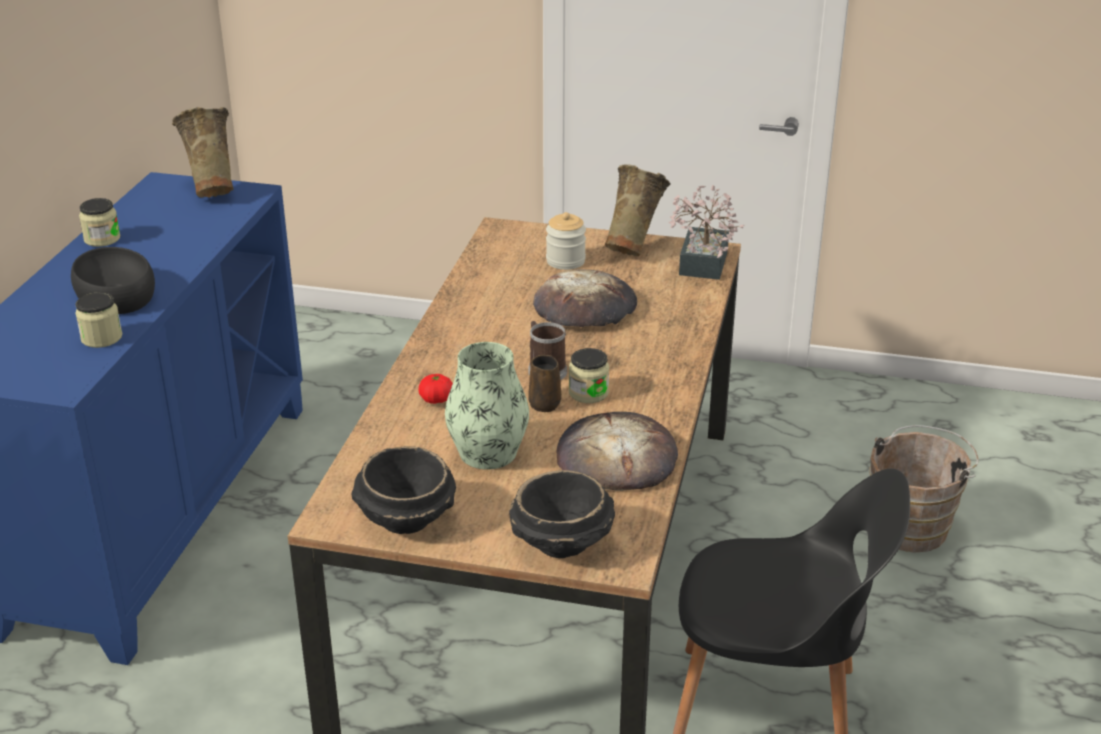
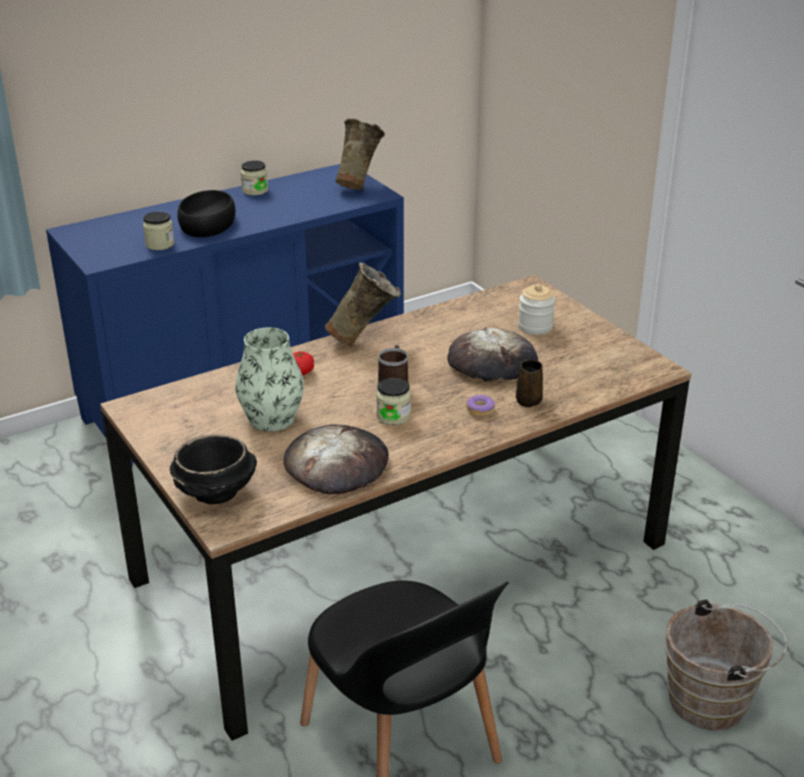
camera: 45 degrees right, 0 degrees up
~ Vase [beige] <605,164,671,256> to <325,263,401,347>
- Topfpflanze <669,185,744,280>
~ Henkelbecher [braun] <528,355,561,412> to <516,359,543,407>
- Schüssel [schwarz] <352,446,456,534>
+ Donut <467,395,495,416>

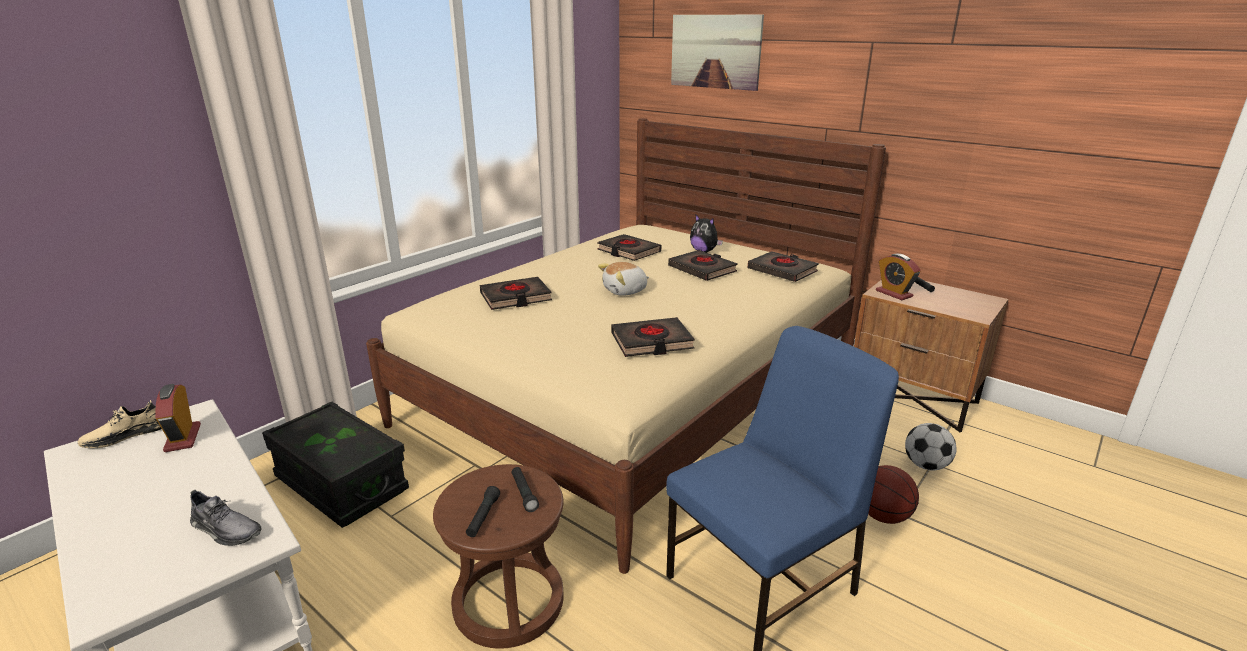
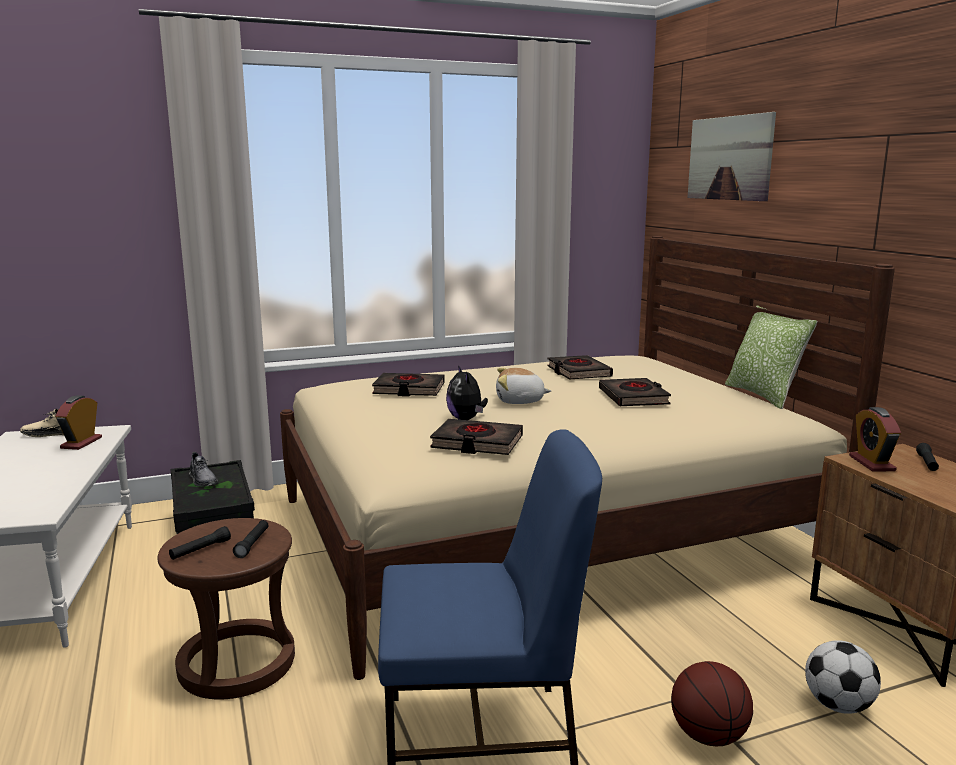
camera: 30 degrees right, 10 degrees down
~ Plüschtier <690,214,723,253> to <446,365,488,420>
- Buch [schwarz] <748,251,819,282>
~ Schuh [grau] <190,490,261,546> to <189,452,218,487>
+ Kissen <725,306,818,409>

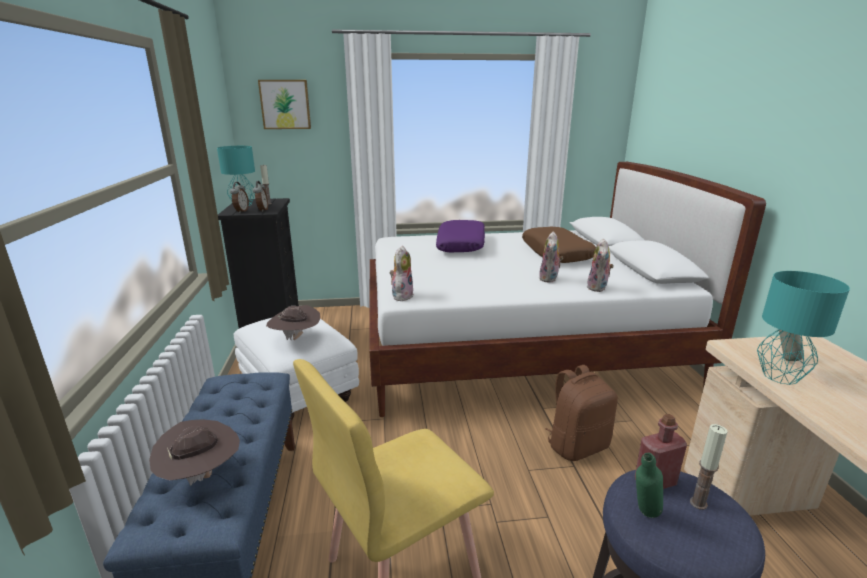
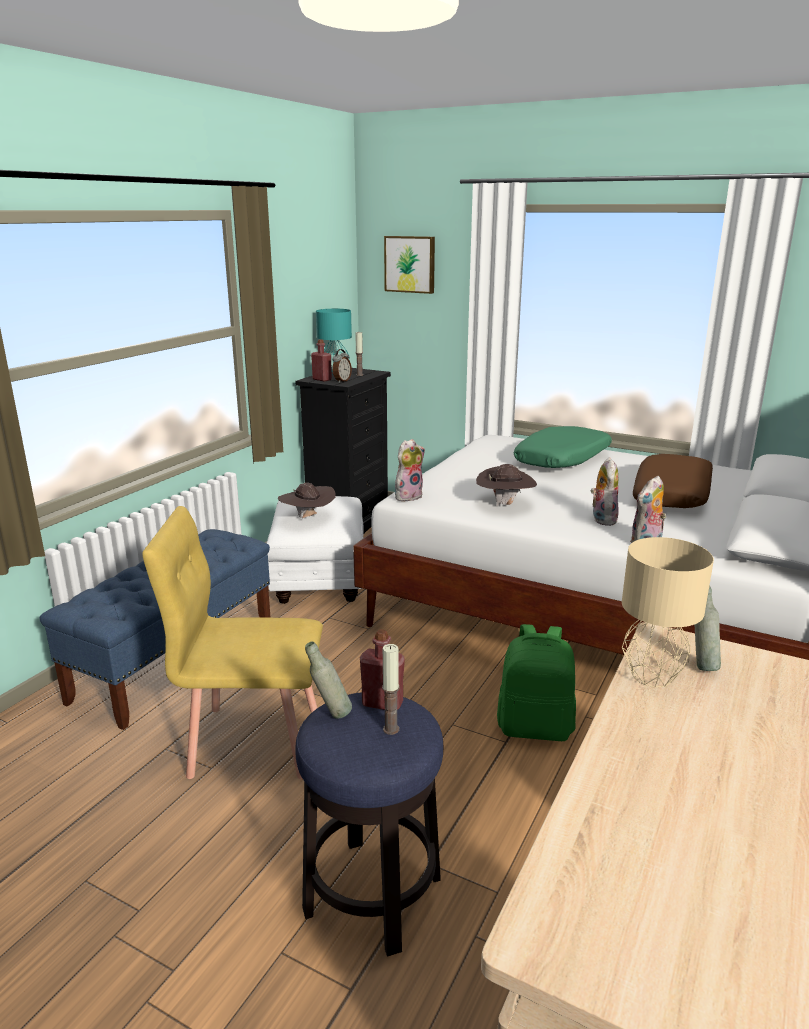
camera: 35 degrees right, 0 degrees up
~ Wecker <230,182,249,213> to Flasche [rot] <311,339,332,382>
~ Kissen [lila] <436,220,485,252> to Kissen [grün] <514,426,612,468>
~ Plüschtier <539,232,563,283> = <591,457,619,526> 135 degrees clockwise
~ Tischlampe [türkis] <757,271,850,385> to Tischlampe [beige] <622,537,714,687>
~ Rucksack [braun] <545,365,618,461> to Rucksack [grün] <497,624,576,741>
~ Hut [braun] <149,419,240,486> to <476,464,537,507>
~ Flasche [grün] <636,453,663,518> to Flasche [grau] <305,641,352,719>

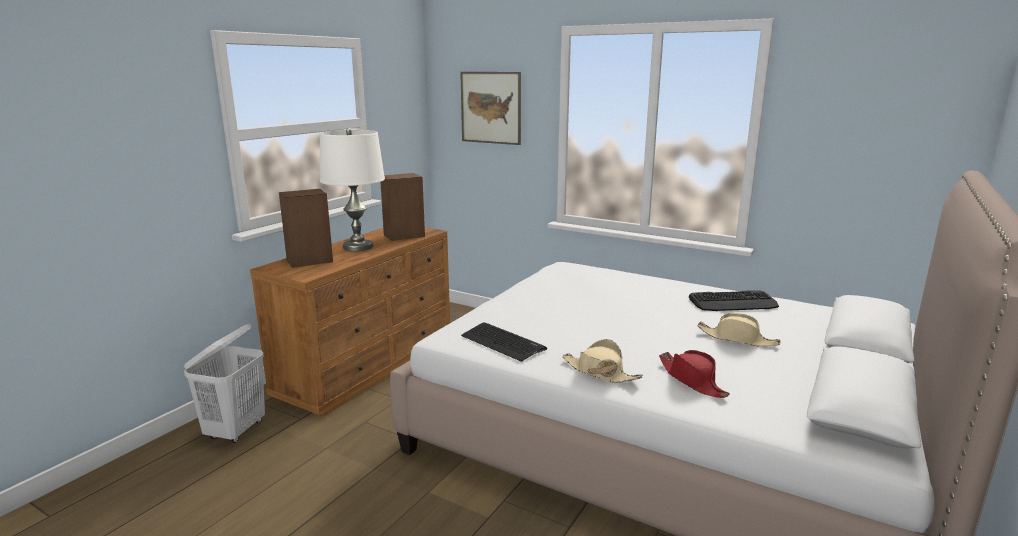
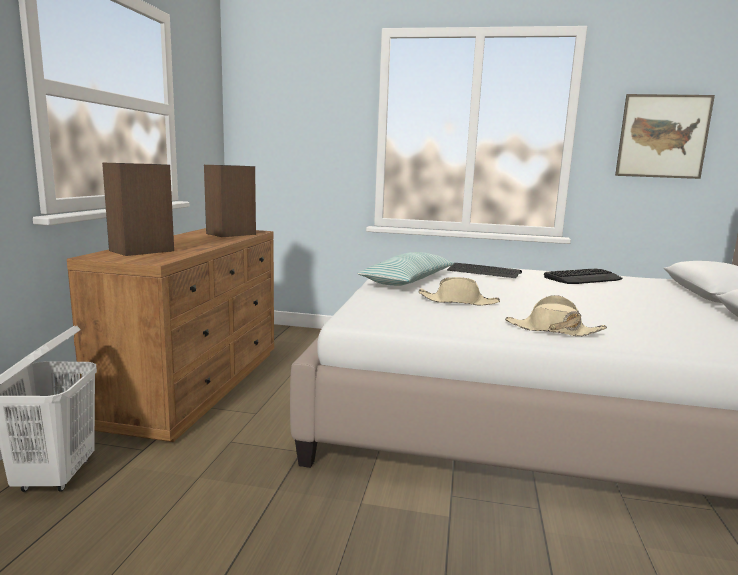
camera: 20 degrees left, 5 degrees down
~ Bild <460,72,521,145> to <615,94,715,179>
- Tischlampe [weiß] <320,128,385,251>
~ Hut [beige] <698,313,780,347> to <418,277,500,306>
~ Tastatur <461,322,547,362> to <447,263,522,278>
- Hut [rot] <659,350,730,398>
+ Kissen <357,252,454,286>

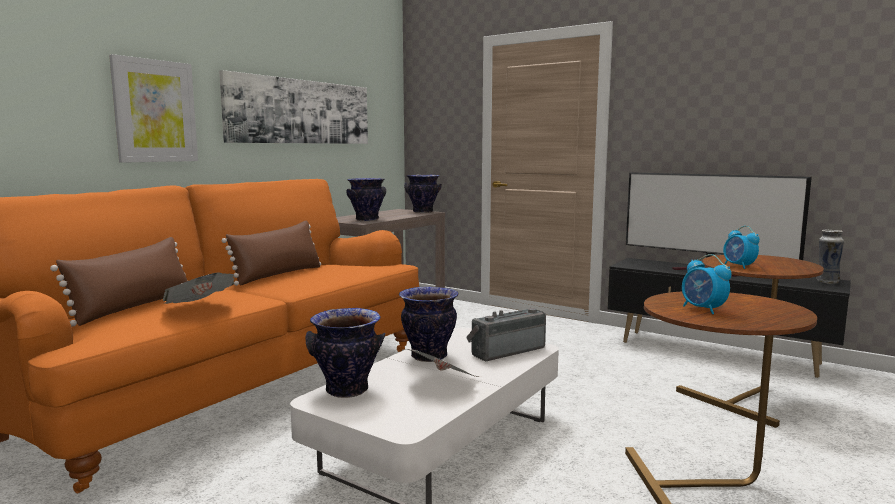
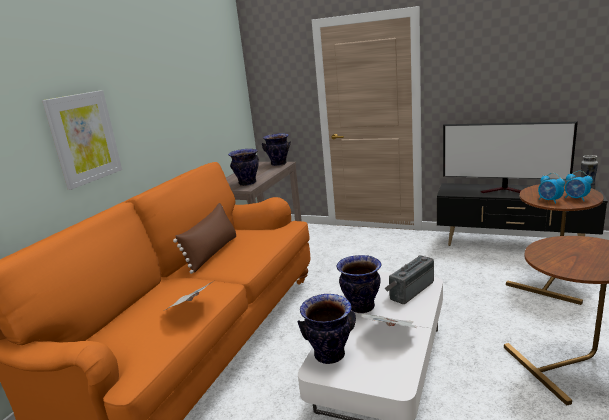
camera: 10 degrees left, 10 degrees up
- Bild <219,70,368,144>
- Kissen [braun] <50,237,187,327>
~ Wecker <682,254,732,314> to <565,171,593,201>

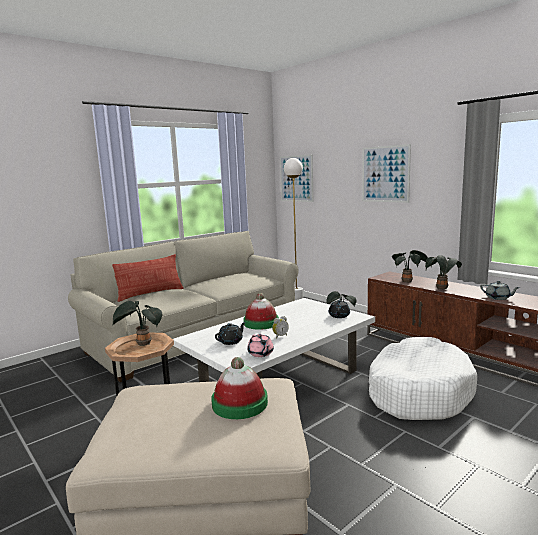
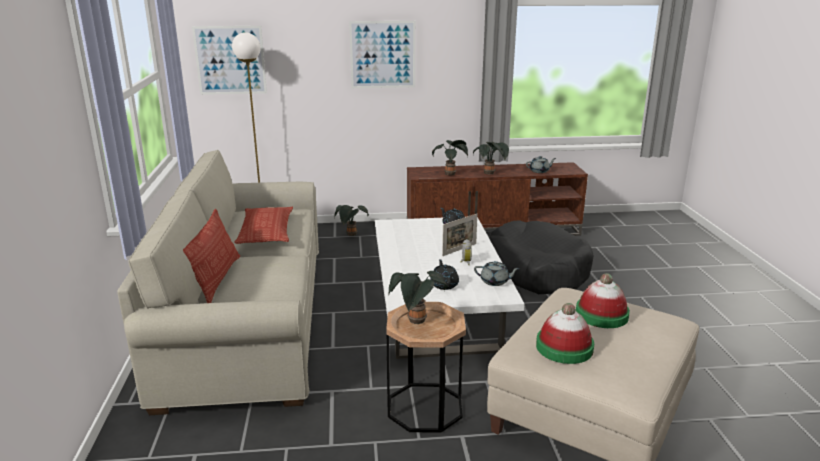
camera: 55 degrees left, 10 degrees up
~ Hut <243,293,279,330> to <536,303,594,364>
~ Teekanne [rosa] <247,334,274,357> to Teekanne [grau] <474,261,520,286>
~ Hundebett [weiß] <369,337,477,420> to Hundebett [schwarz] <489,220,594,294>
+ Kissen <234,207,293,244>
+ Bilderrahmen <442,214,477,256>

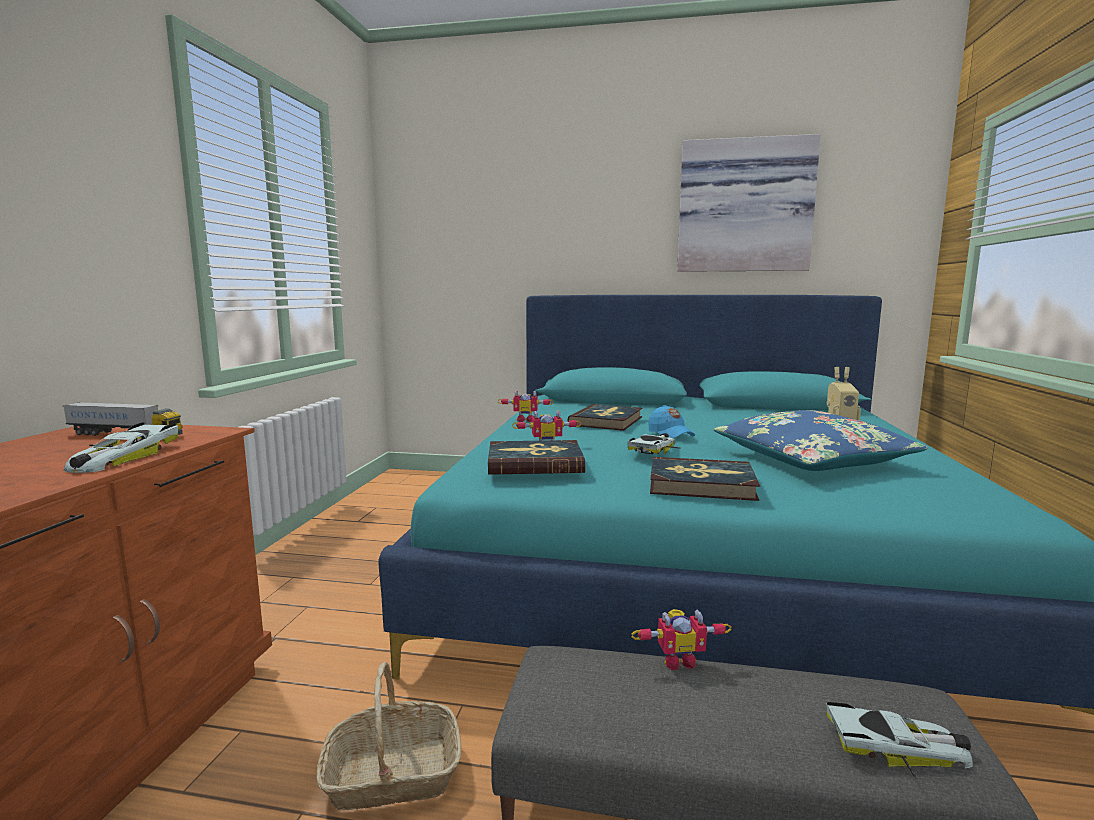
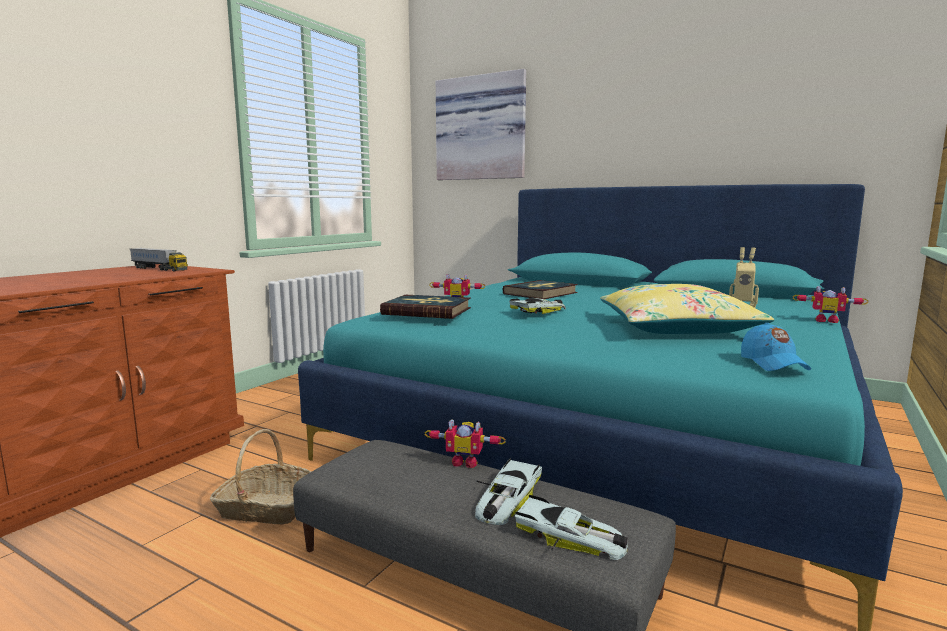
camera: 20 degrees right, 0 degrees up
~ Bild <677,134,821,272> to <436,69,526,180>
~ Spielzeugroboter <498,390,554,422> to <793,286,868,323>
~ Kappe [blau] <648,405,695,438> to <741,323,811,371>
~ Kissen [blau] <714,410,927,471> to Kissen [gelb] <600,284,774,334>
~ Spielzeugauto <64,422,179,473> to <475,458,542,525>
- Buch <650,457,760,501>

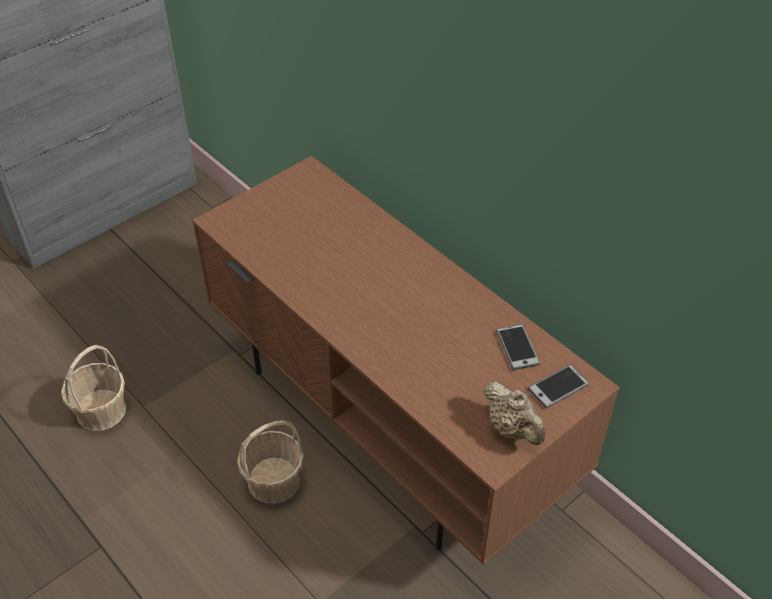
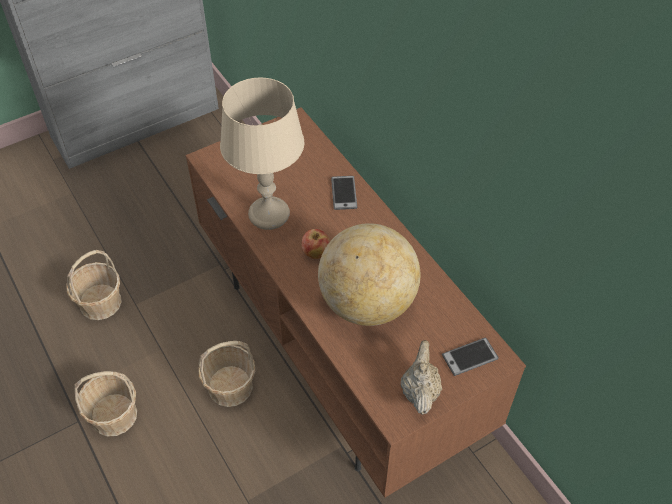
camera: 10 degrees right, 5 degrees up
~ Handy <496,324,540,370> to <331,176,358,210>
~ Teekanne [beige] <484,382,545,446> = <401,340,442,415> 150 degrees counterclockwise
+ Tischlampe [beige] <220,78,304,230>
+ Globus <318,223,420,326>
+ Apfel <302,229,330,259>
+ Korb <74,371,137,436>

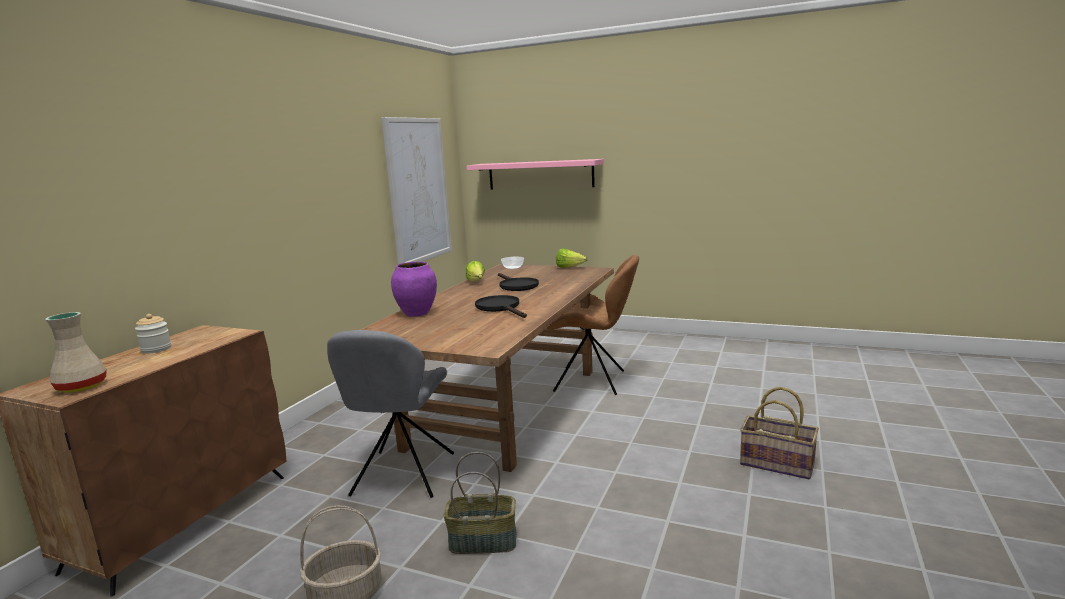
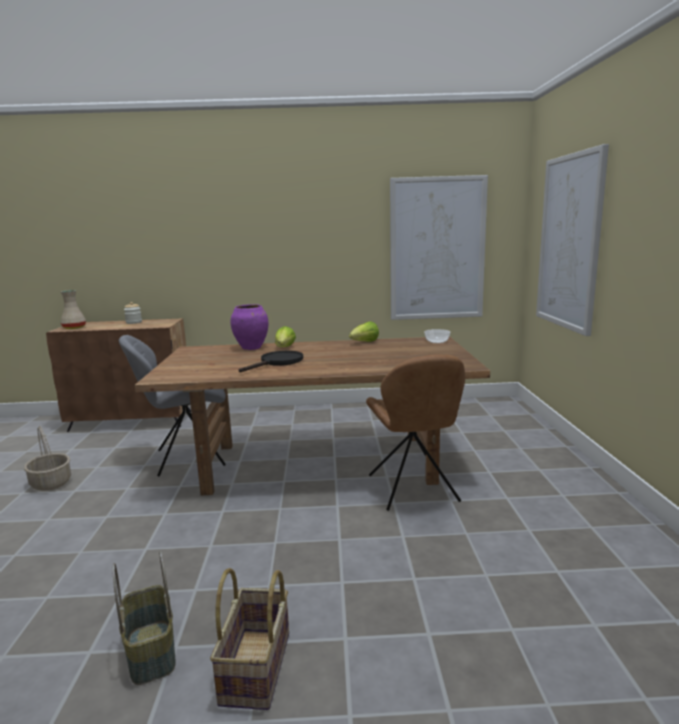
camera: 65 degrees right, 0 degrees up
~ Wandregal [rosa] <467,159,604,190> to Bild <536,144,609,336>
~ Salatkopf <556,249,588,268> to <275,326,296,347>
- Pfanne [schwarz] <498,273,539,291>
~ Korb <444,452,517,554> to <112,551,176,685>

